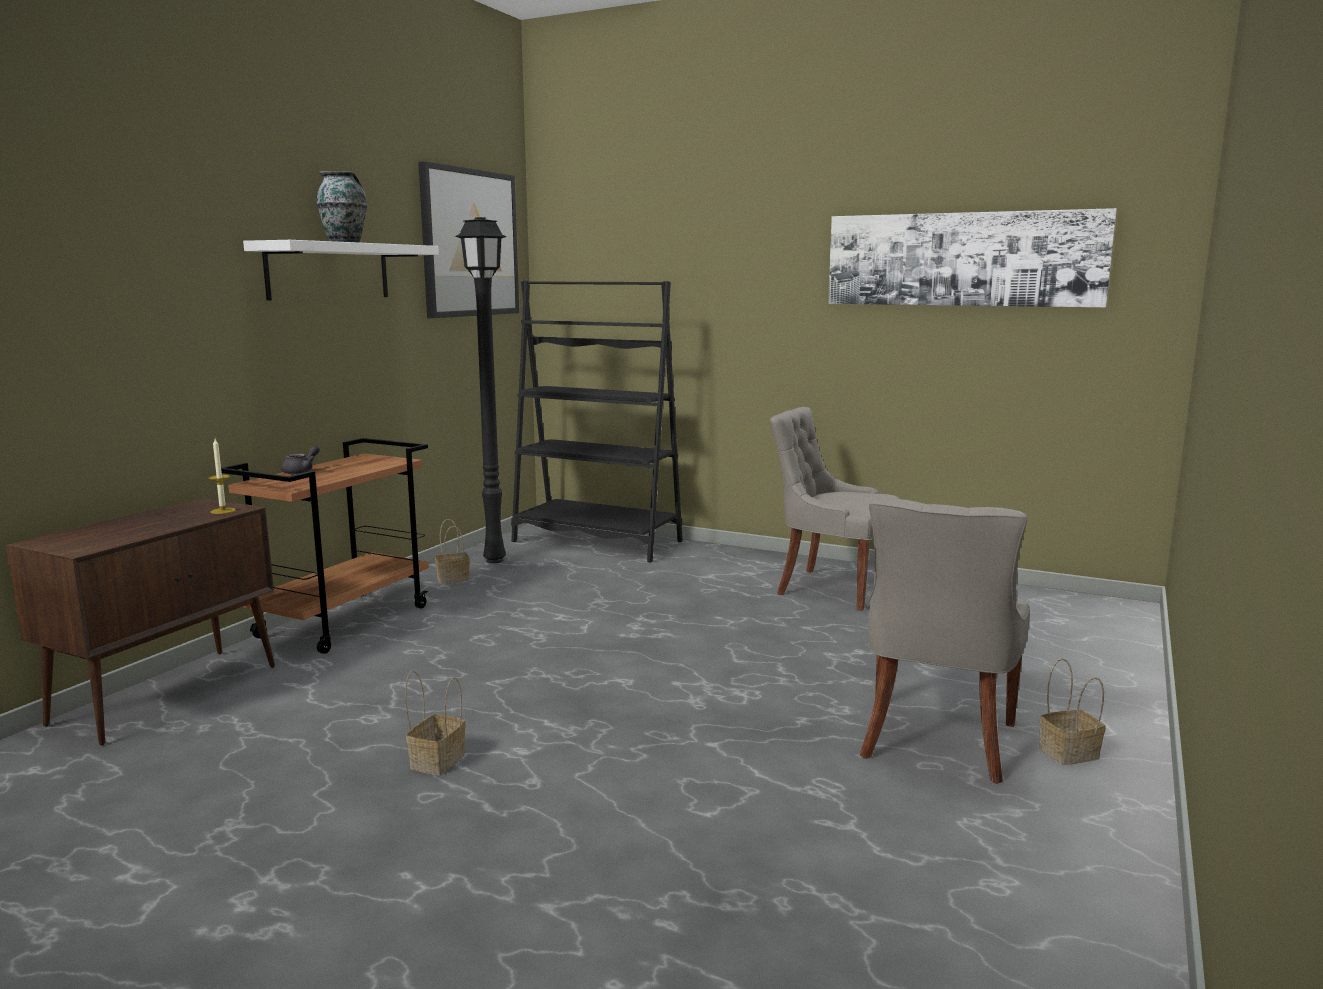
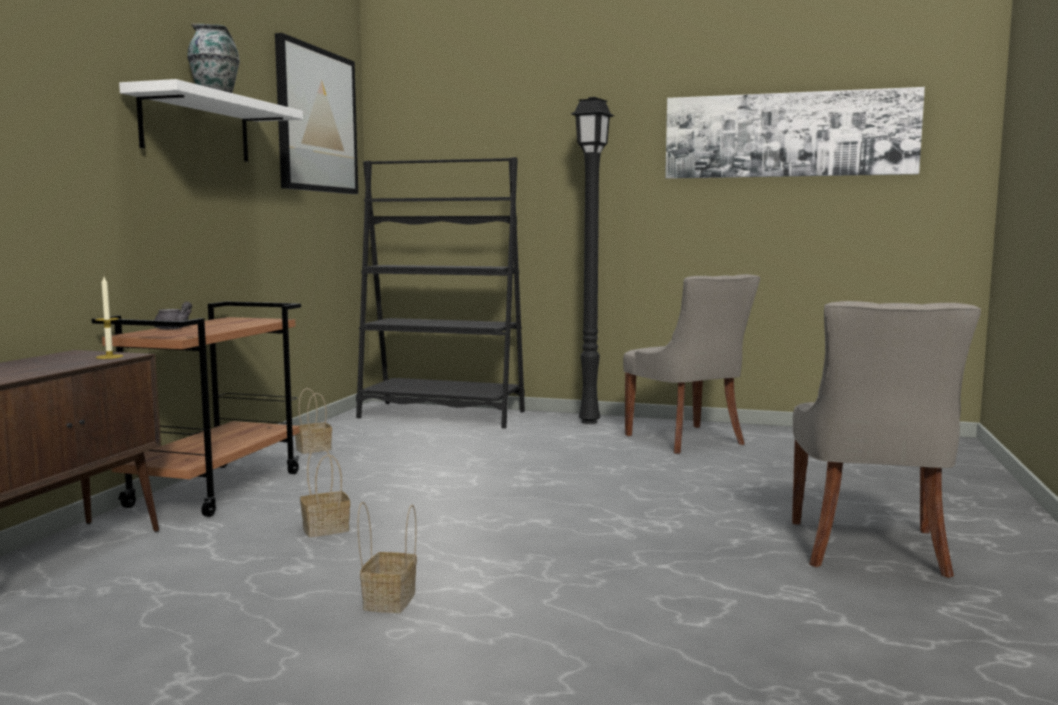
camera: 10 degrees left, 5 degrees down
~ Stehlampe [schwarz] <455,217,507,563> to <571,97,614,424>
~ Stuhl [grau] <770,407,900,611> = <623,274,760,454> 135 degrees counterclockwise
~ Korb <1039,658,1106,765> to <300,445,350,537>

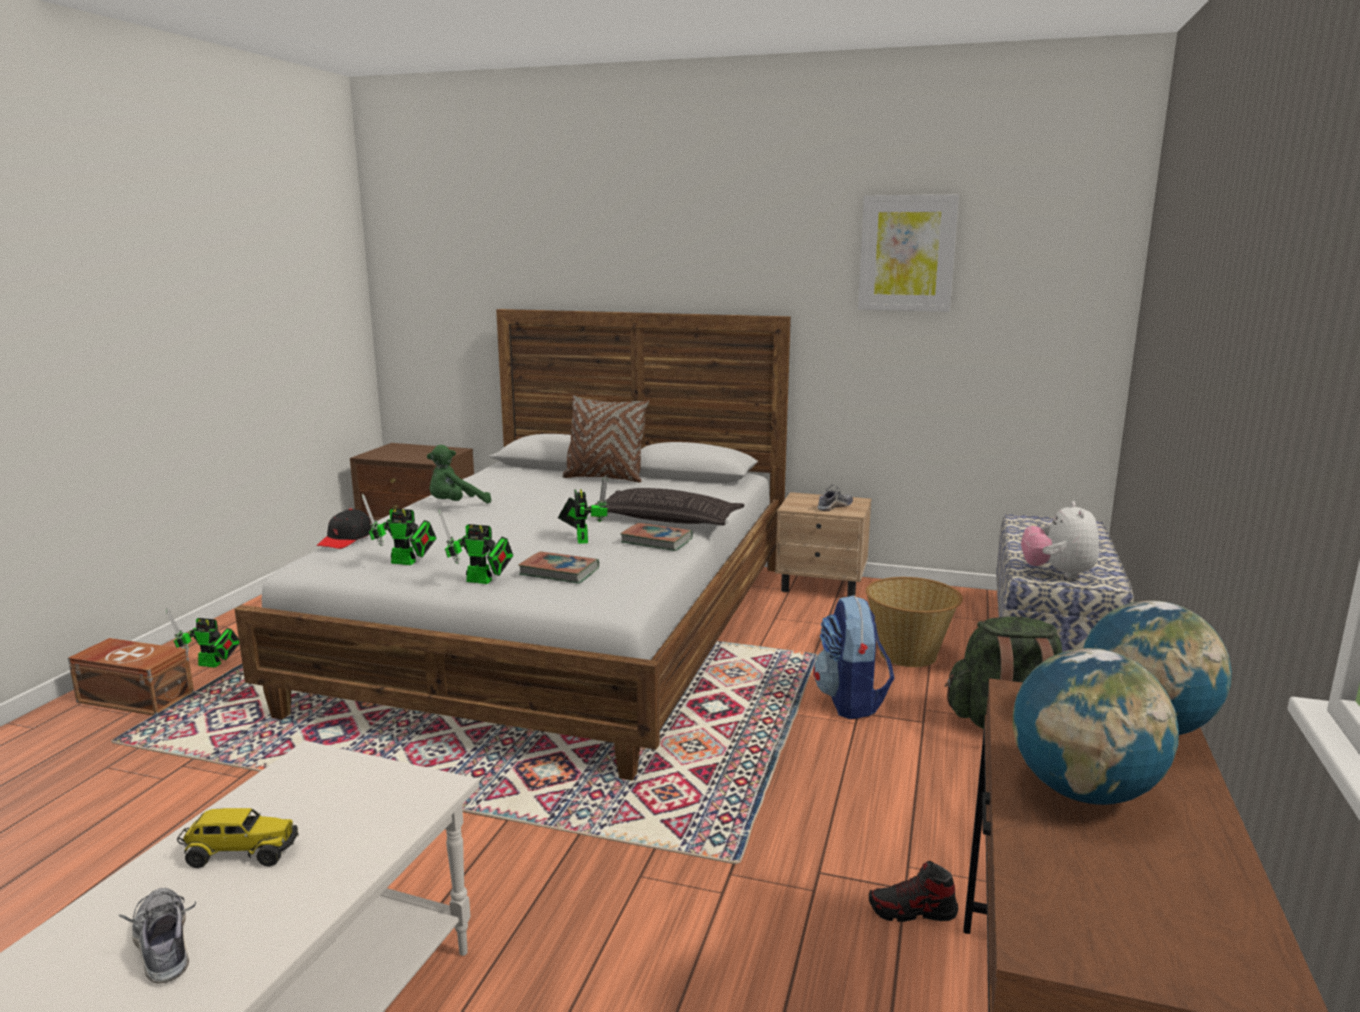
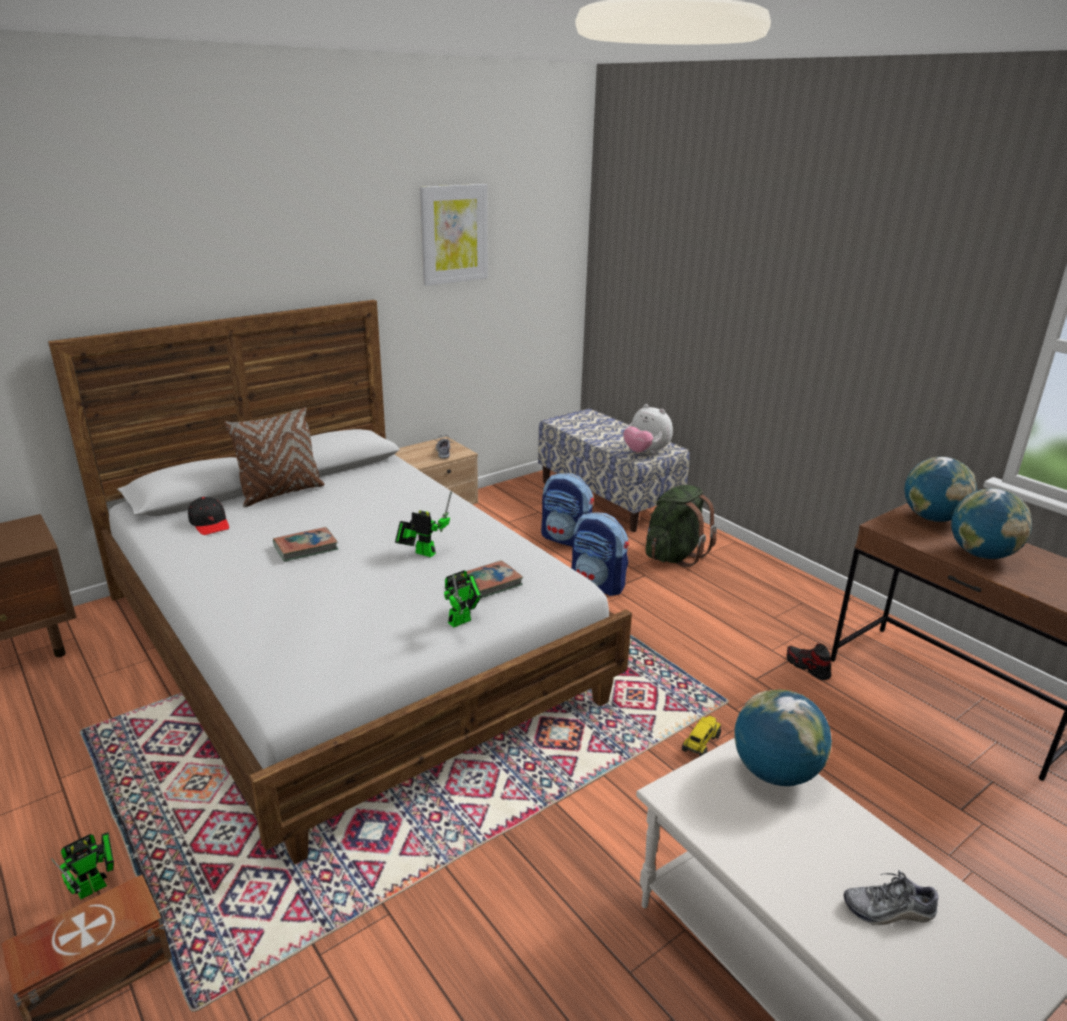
camera: 55 degrees left, 10 degrees up
- Plüschtier [grün] <427,445,491,504>
- Kissen <588,488,745,526>
- Spielzeugroboter <362,494,436,565>
~ Kappe [schwarz] <316,509,372,549> to <188,497,229,535>
~ Buch <620,523,693,551> to <273,527,338,561>
~ Korb <866,577,963,667> to Rucksack <541,473,594,546>
~ Spielzeuglaster <177,808,299,868> to <682,716,721,757>
~ Schuh <869,861,958,922> = <787,644,831,680> 105 degrees clockwise
+ Globus <734,690,832,786>

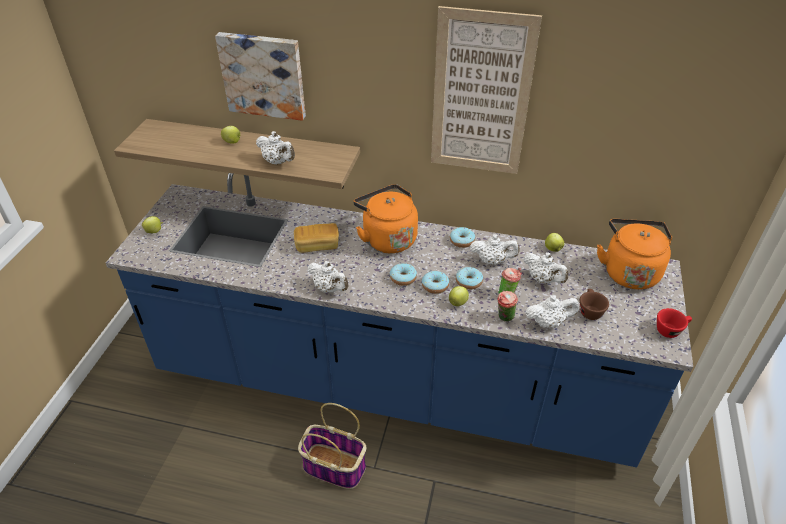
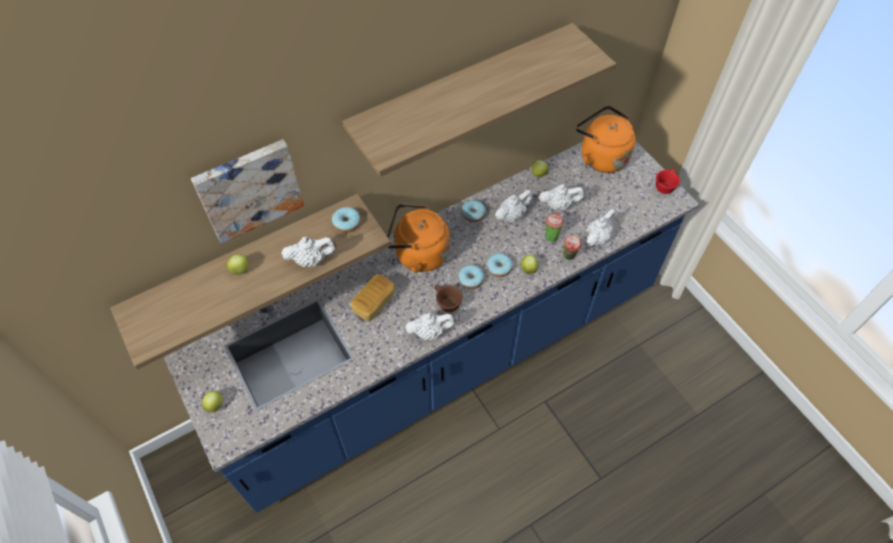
camera: 45 degrees left, 15 degrees up
~ Bild <431,6,542,174> to Wandregal <342,23,616,177>
~ Donut <456,267,483,290> to <332,207,360,233>
~ Tasse [braun] <580,289,609,320> to <434,285,463,312>
- Korb <298,403,367,489>

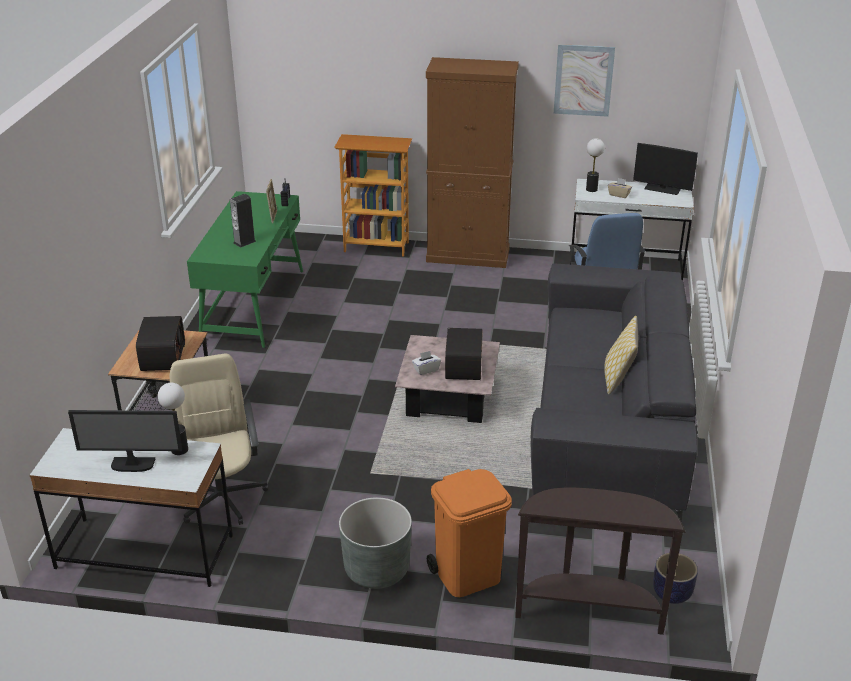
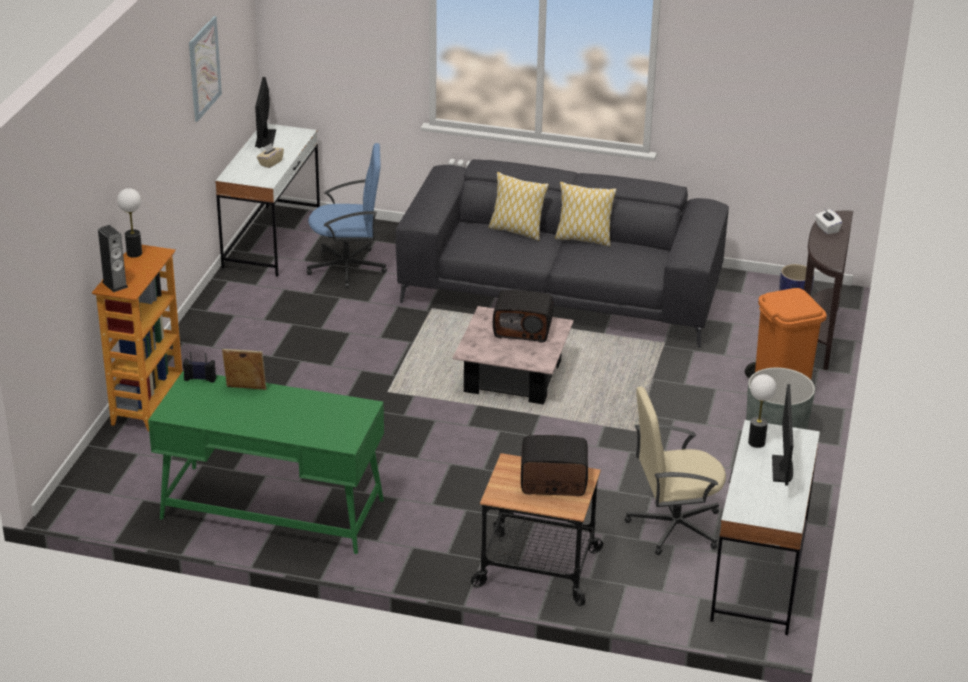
camera: 85 degrees left, 0 degrees up
- Schrank [braun] <426,57,519,268>
~ Tischlampe <586,138,605,192> to <117,188,142,258>
~ Monitor <633,143,698,195> = <255,77,276,148> 150 degrees clockwise
~ Lautsprecher <230,194,256,248> to <98,225,128,292>
~ Taschentuchbox [weiß] <412,351,441,375> to <815,209,842,234>
+ Kissen <488,172,549,241>

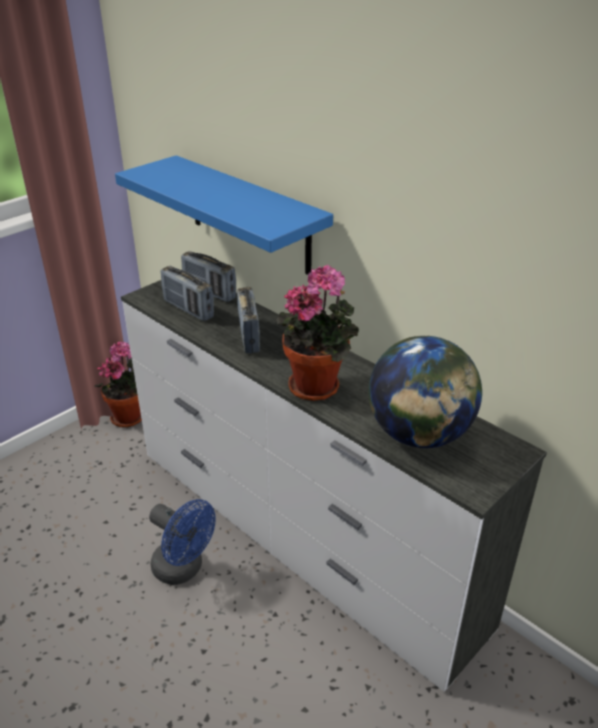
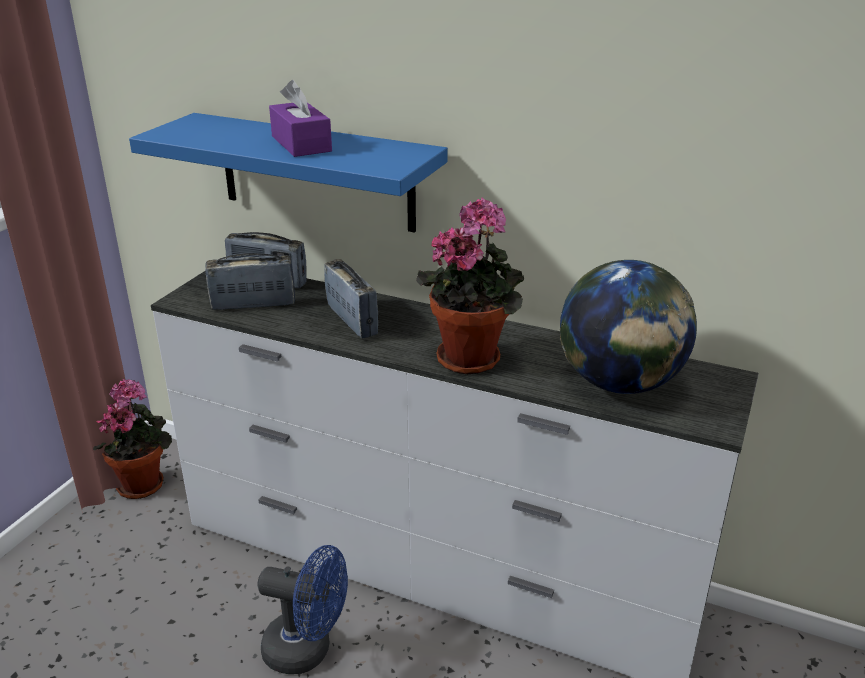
camera: 20 degrees left, 5 degrees down
~ Radio <161,266,214,321> = <205,253,295,310> 150 degrees clockwise
+ Taschentuchbox [lila] <269,80,332,157>

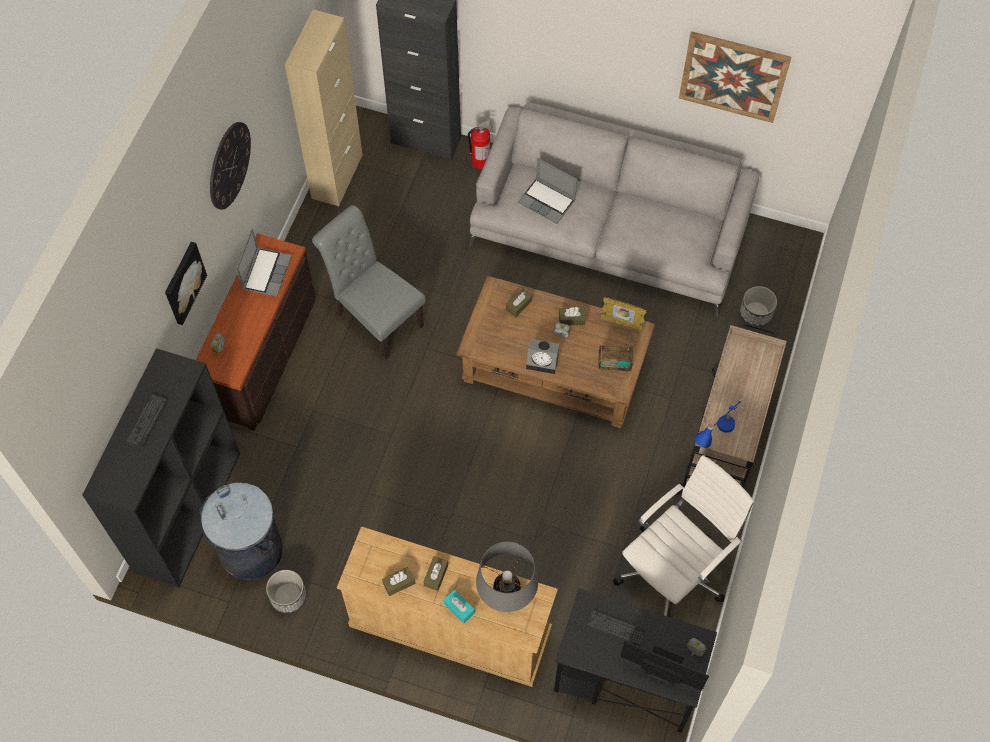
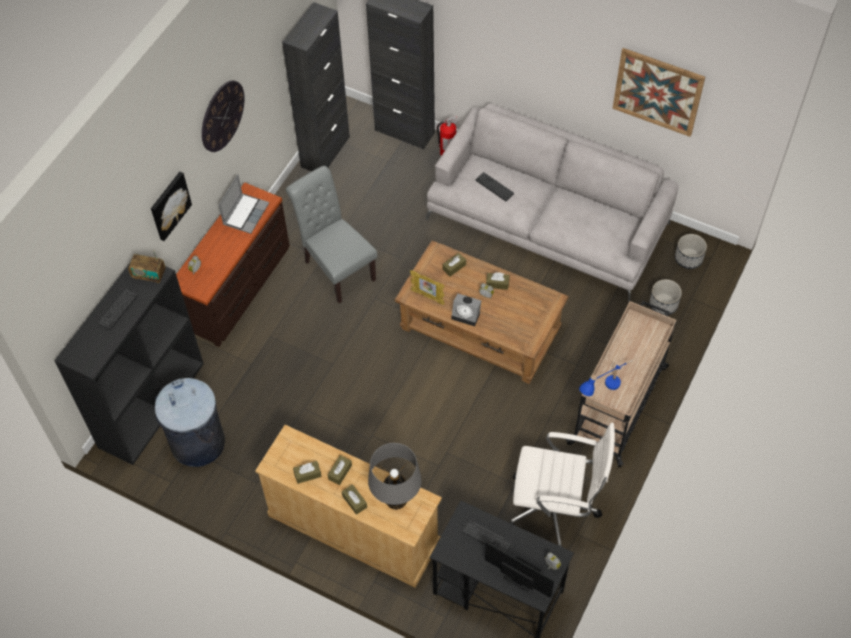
camera: 10 degrees right, 5 degrees down
~ Schrank [beige] <285,10,363,206> to Schrank [schwarz] <282,2,350,171>
~ Laptop <518,158,577,224> to Tastatur <476,172,514,201>
~ Bilderrahmen <601,297,646,331> to <410,270,445,305>
~ Radio <598,340,633,372> to <128,250,165,283>
~ Bürostuhl [weiß] <613,455,754,616> = <509,423,615,547> 45 degrees clockwise
~ Pflanzkübel <266,570,307,614> to <675,234,707,269>
~ Taschentuchbox [türkis] <443,589,475,623> to Taschentuchbox [braun] <342,484,367,515>

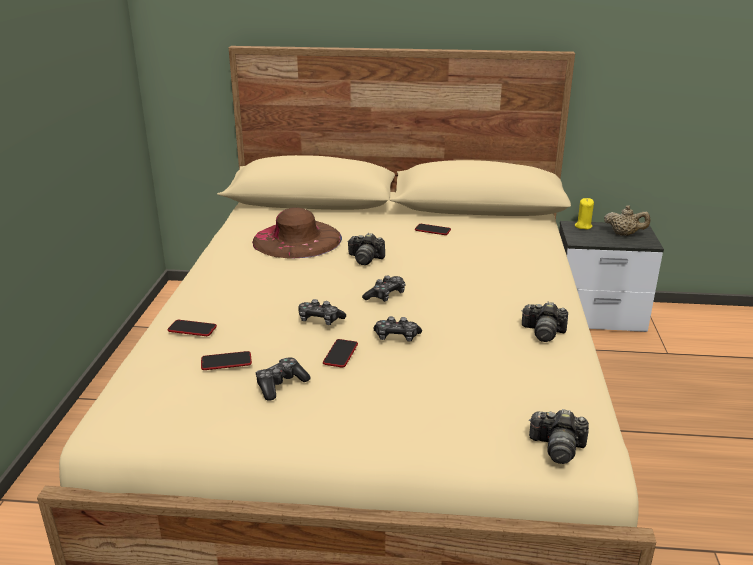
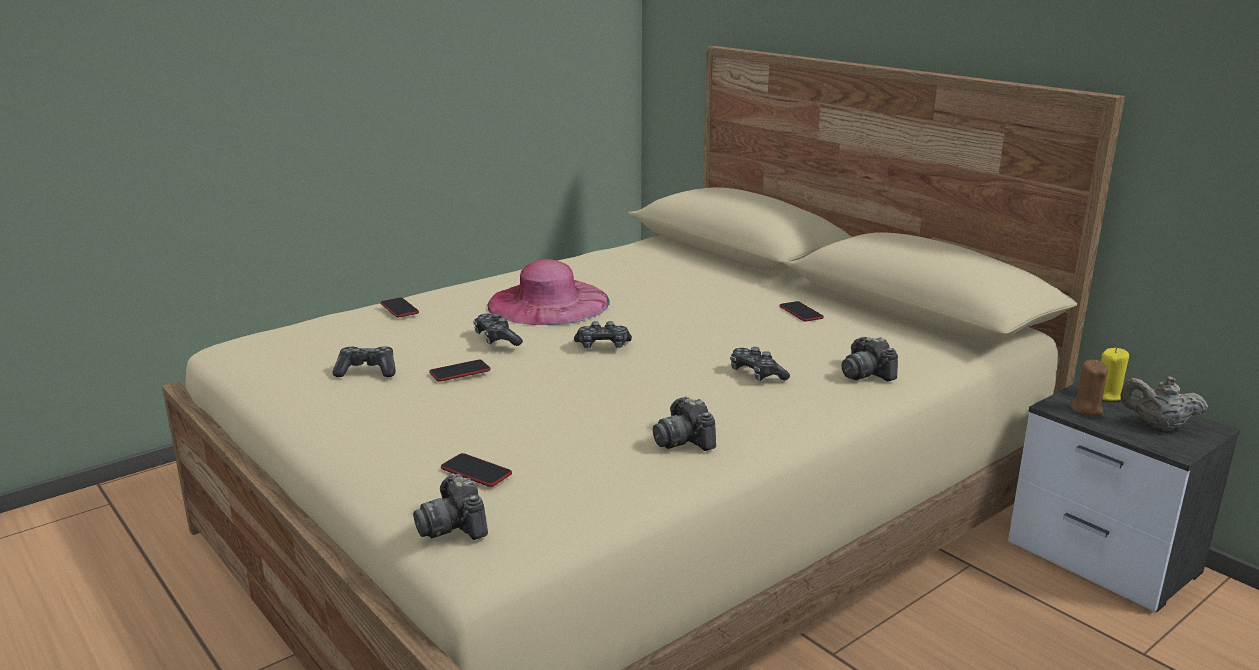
camera: 45 degrees right, 5 degrees down
~ Teekanne [beige] <604,205,650,236> = <1120,376,1208,431> 135 degrees clockwise
- Hut [braun] <252,207,342,258>
~ Kamera <347,233,385,265> to <842,337,898,382>
~ Gamepad <373,316,422,342> to <730,347,790,381>
~ Handy <201,351,252,370> to <441,453,512,487>
+ Hut [rosa] <487,259,610,325>
+ Kerze [braun] <1071,360,1108,415>

